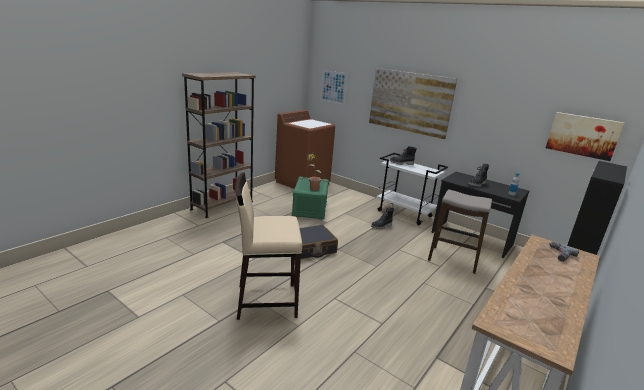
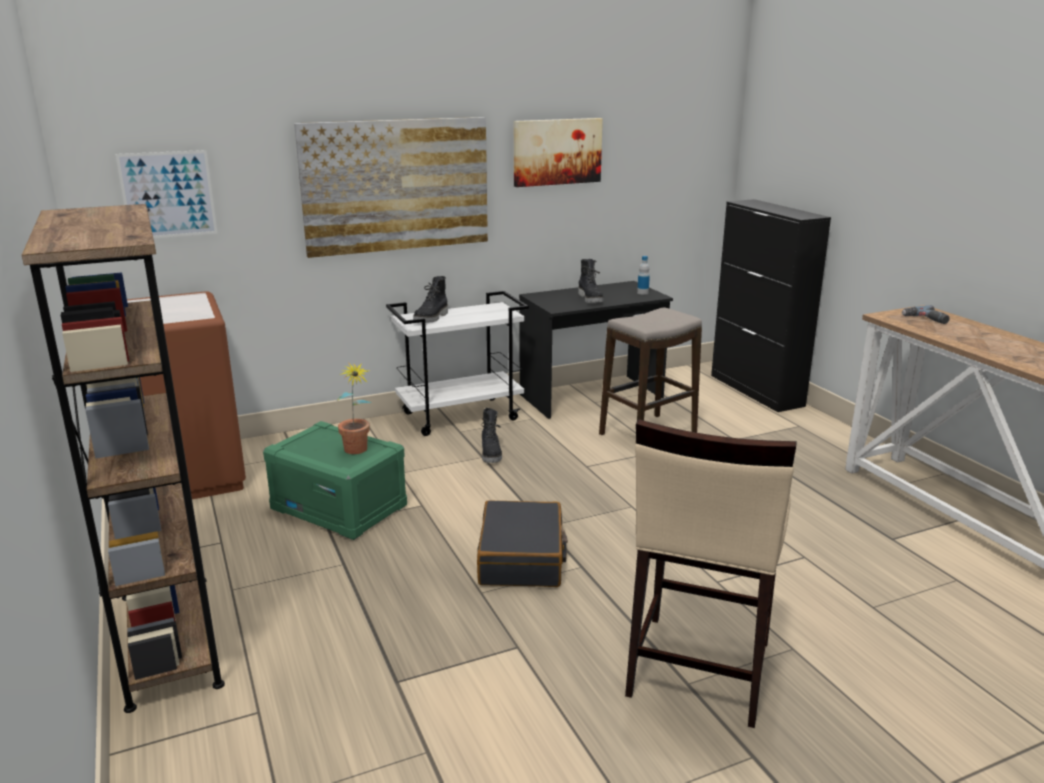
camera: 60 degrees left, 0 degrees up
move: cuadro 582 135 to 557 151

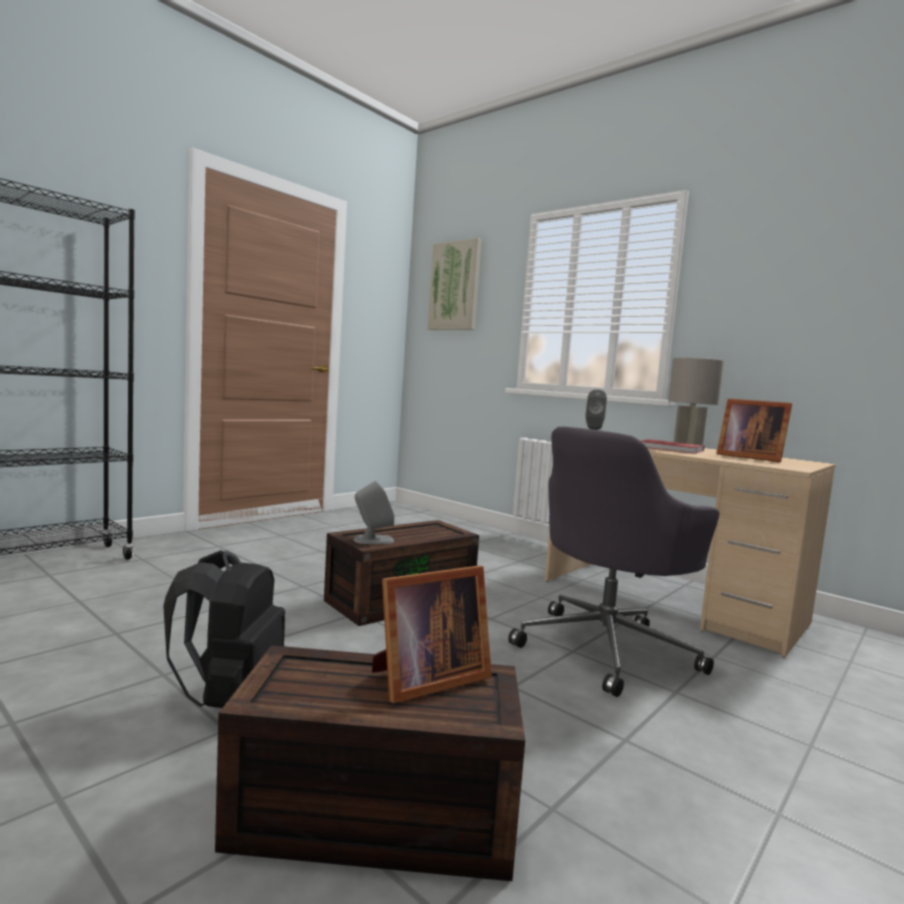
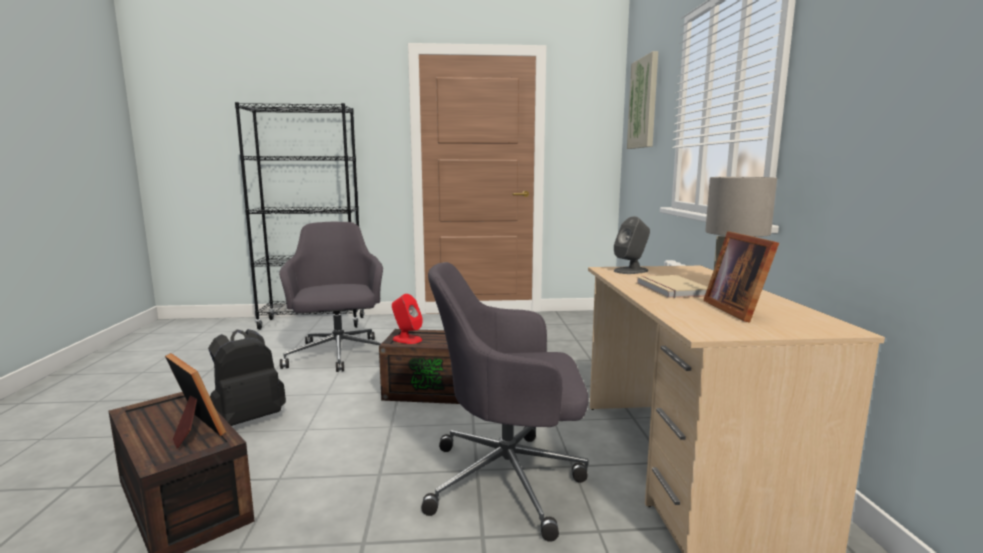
camera: 45 degrees right, 5 degrees up
insert: silla de oficina [gris] 338 355
recolor: altavoz [gris] 373 540 to altavoz [rojo] 406 339; libro [rojo] 670 449 to libro [beis] 670 289
rotate: portarretratos 425 679 = 193 430 150 degrees counterclockwise

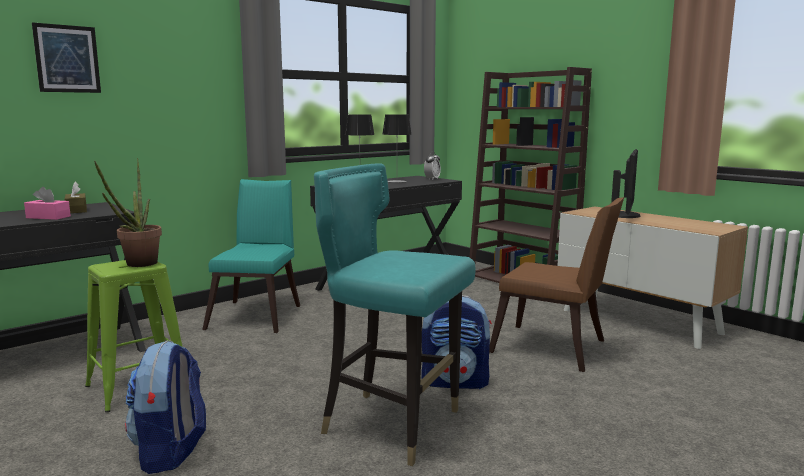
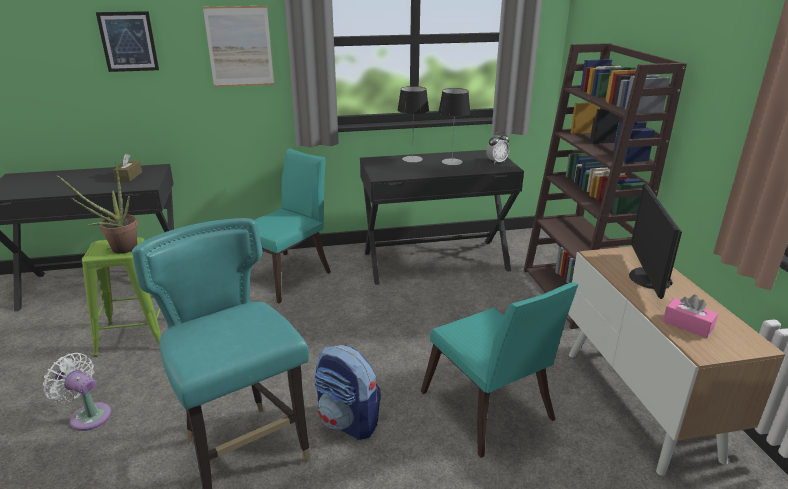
camera: 30 degrees right, 15 degrees up
insert: cuadro 239 47
move: caja de pañuelos [rosa] 48 217 to 687 325
replace: mochila 171 452 to ventilador [blanco] 88 415
recolor: silla [marrón] 555 349 to silla [turquesa] 489 412
rotate: monitor 625 215 = 648 278 135 degrees clockwise

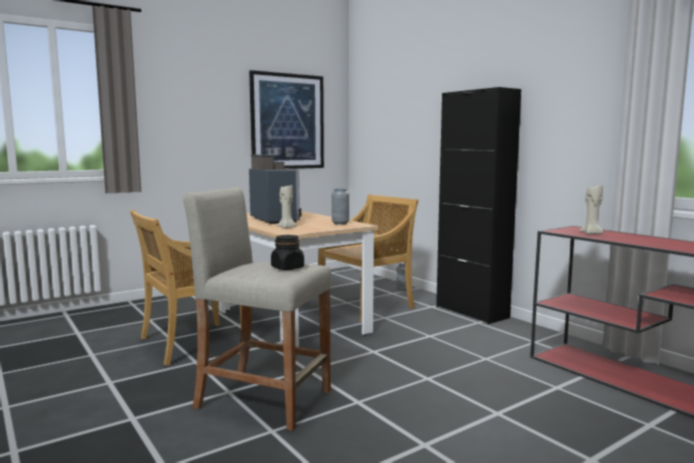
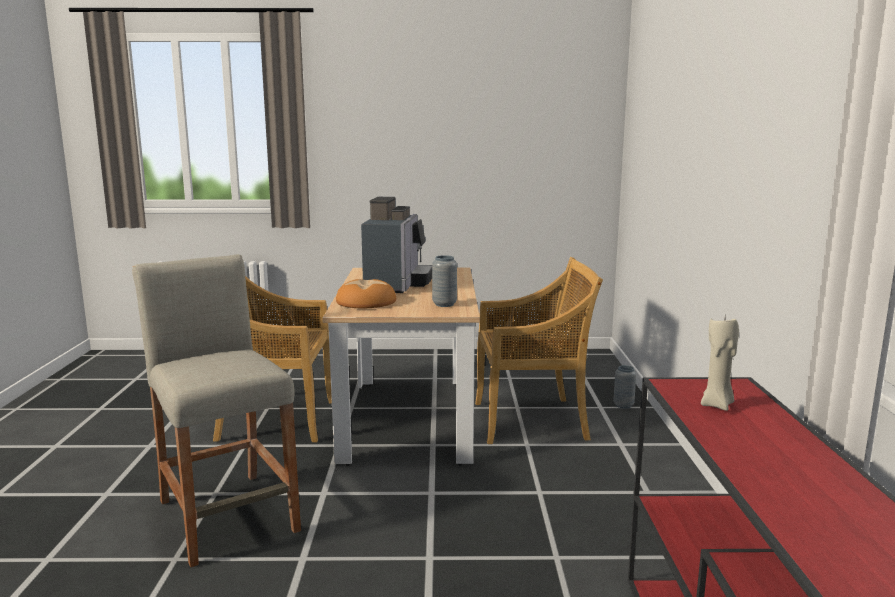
camera: 35 degrees right, 5 degrees up
delete: cuadro 287 121; tarro [negro] 287 268; armario [negro] 471 312
replace: vela [beis] 287 227 to pan 366 302

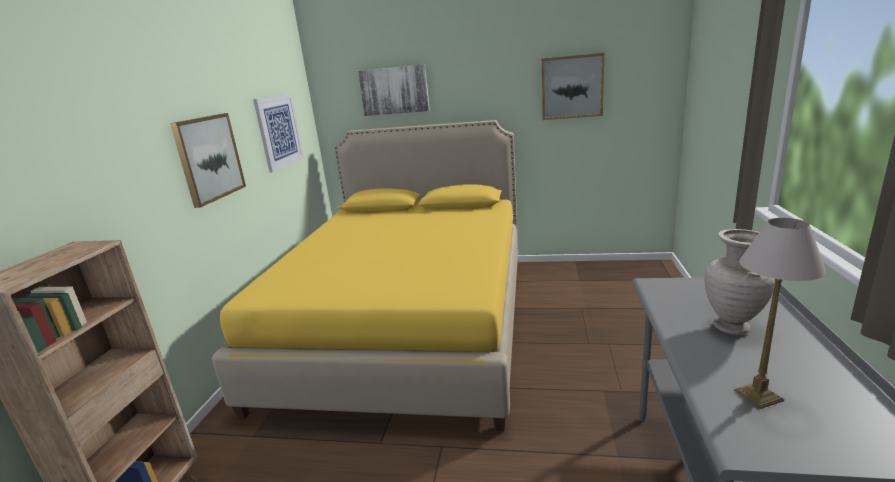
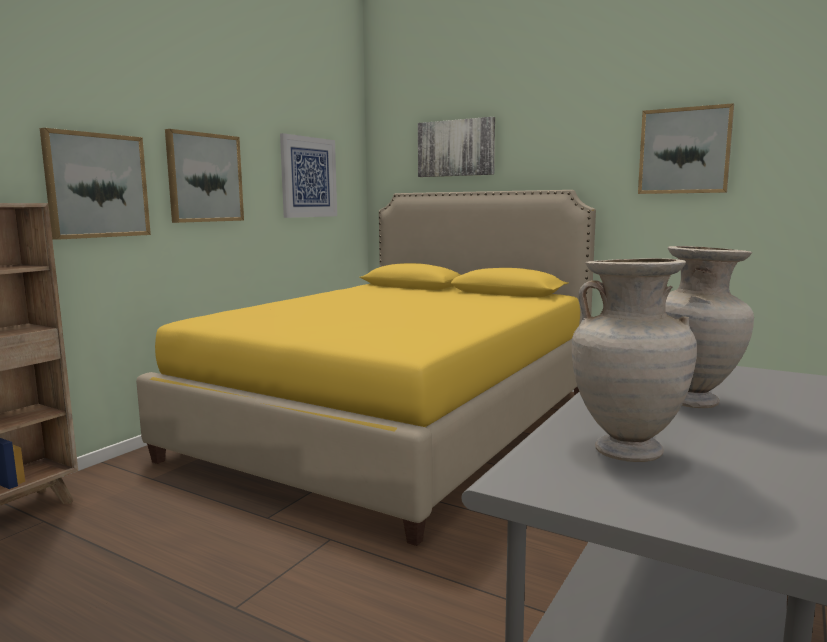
camera: 20 degrees right, 10 degrees down
insert: cuadro 97 185
replace: lámpara de mesa 758 395 to florero [beis] 627 451

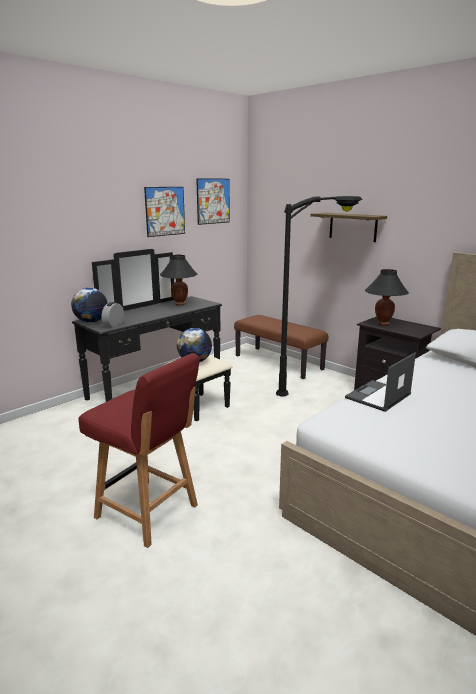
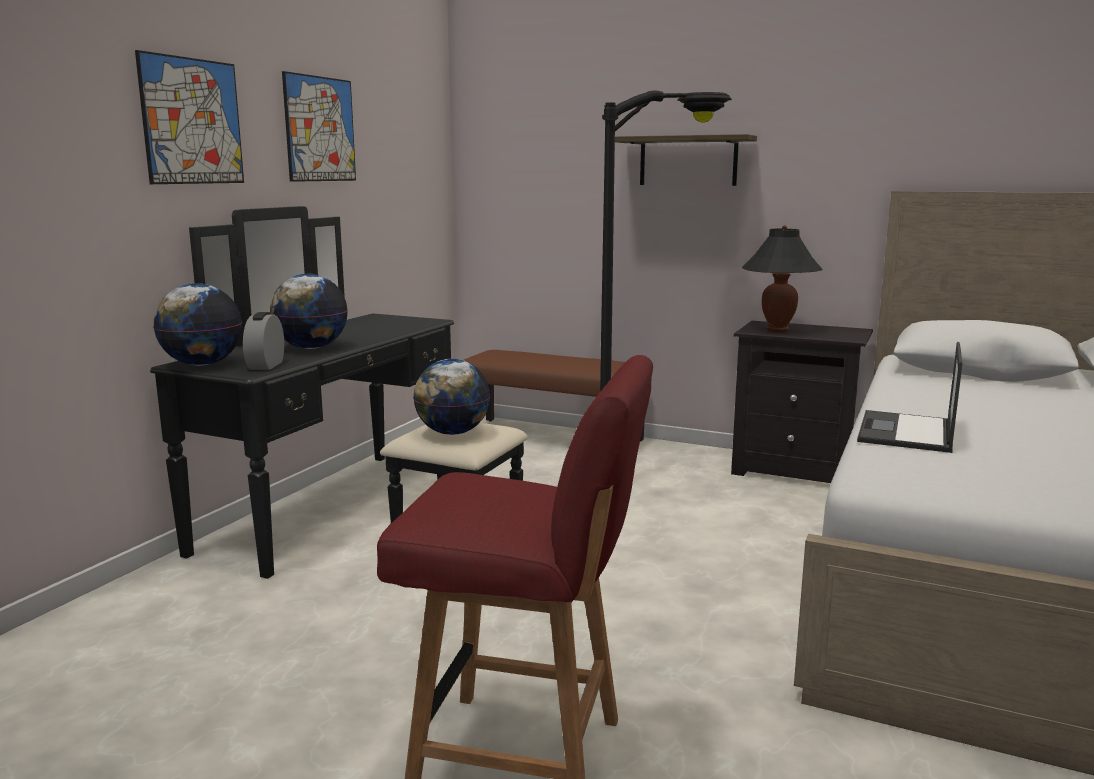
camera: 20 degrees left, 5 degrees down
delete: lámpara de mesa [negro] 180 304
insert: globo terráqueo 311 348
move: cuadro 213 201 to 192 121

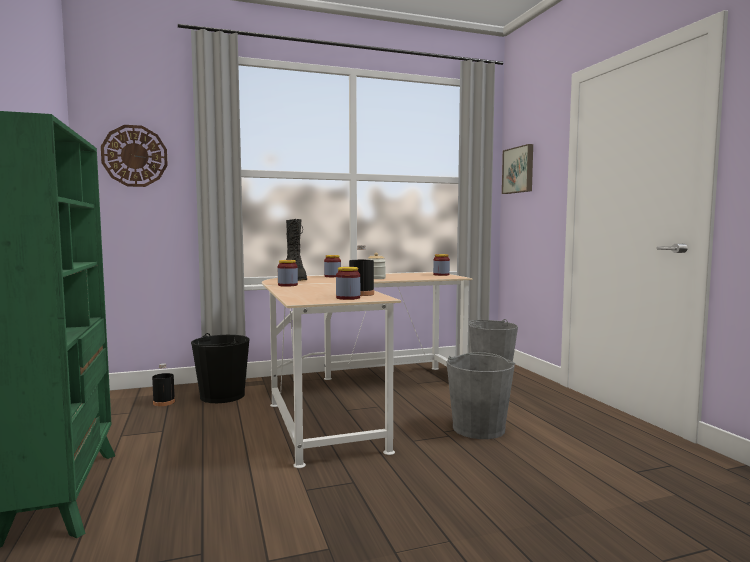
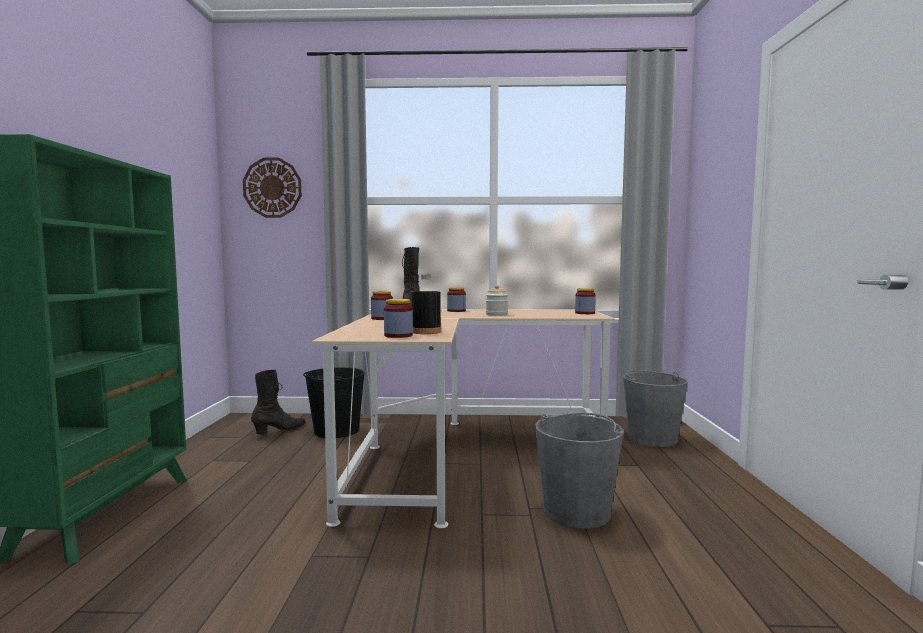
camera: 20 degrees right, 0 degrees up
delete: cuadro 519 170
replace: botella [negro] 164 402 to bota [negro] 280 431

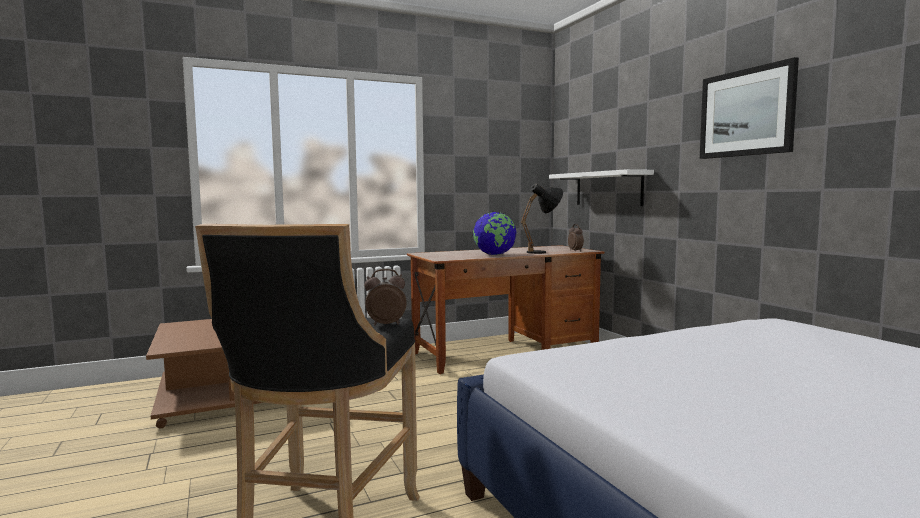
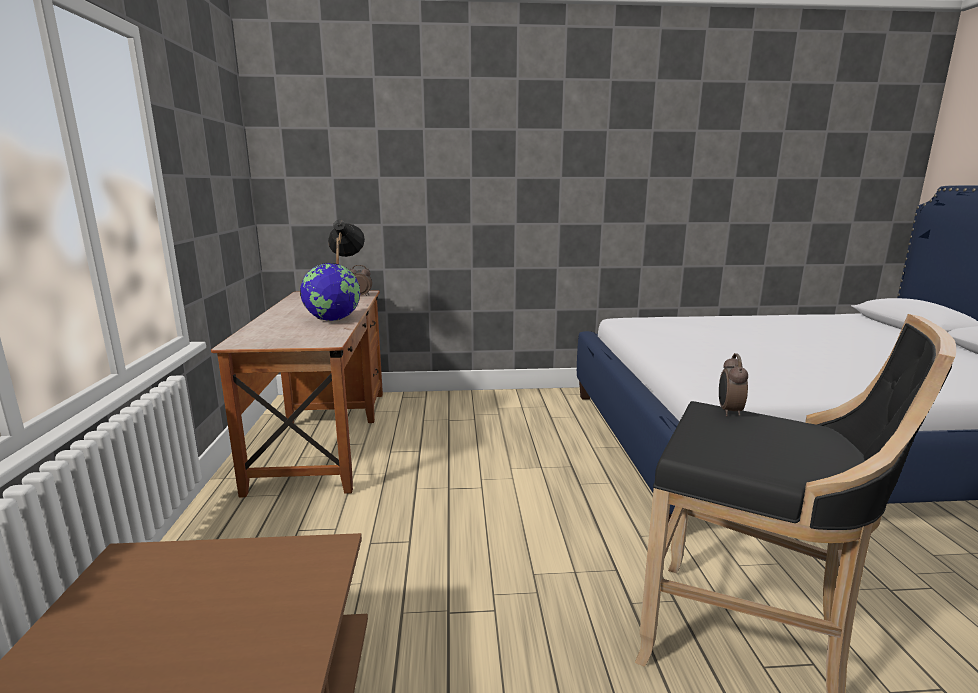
camera: 70 degrees left, 10 degrees up
delete: estante [blanco] 608 189; cuadro 746 113

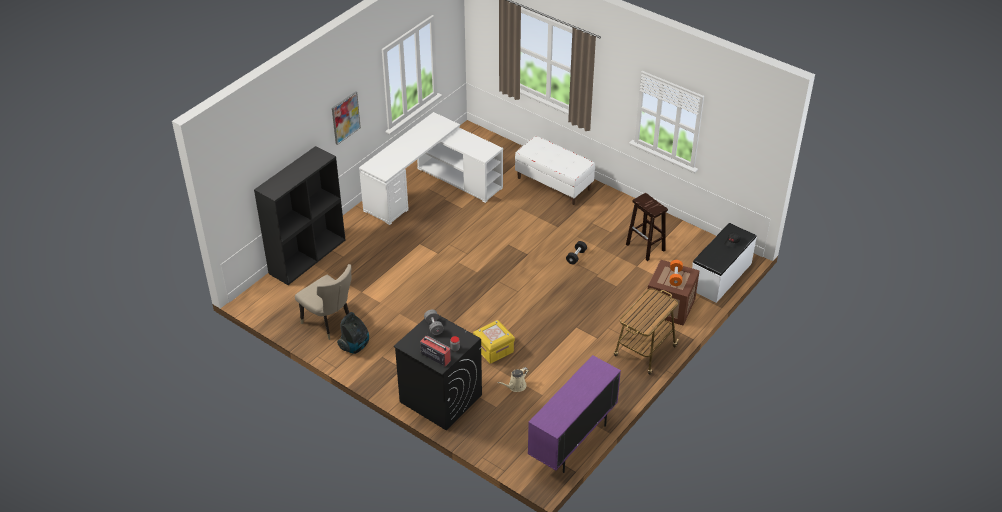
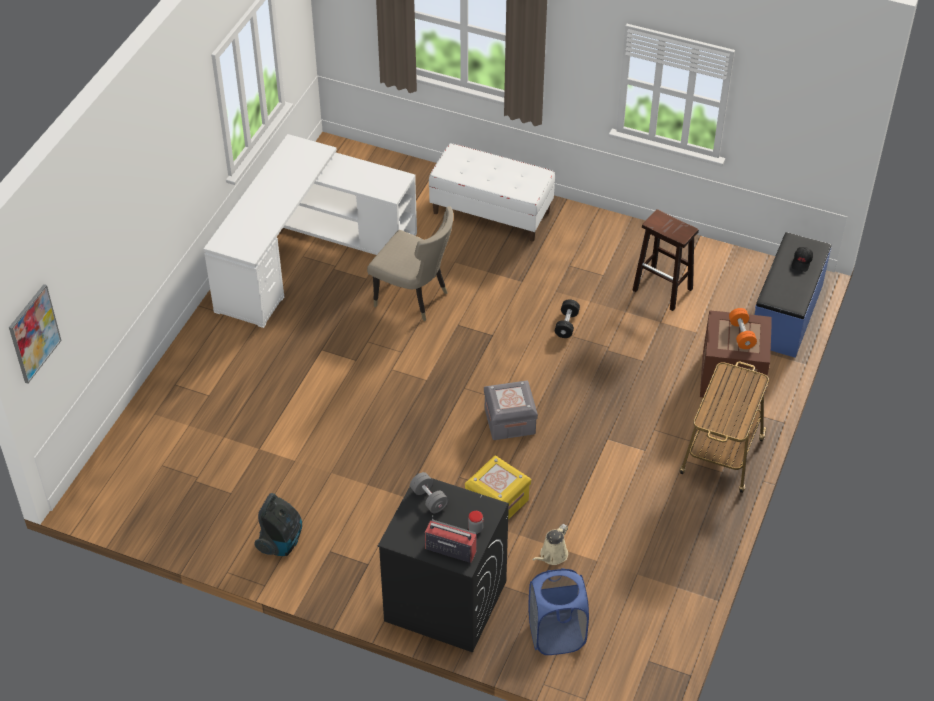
camera: 15 degrees left, 5 degrees up
delete: estantería [negro] 307 256; armario [morado] 572 442
insert: caja de almacenaje [gris] 509 421; cesto de la ropa [azul] 556 634
move: silla [beis] 330 323 to 414 298; cuadro 345 117 to 34 333
recolor: banco [blanco] 721 276 to banco [azul] 787 314

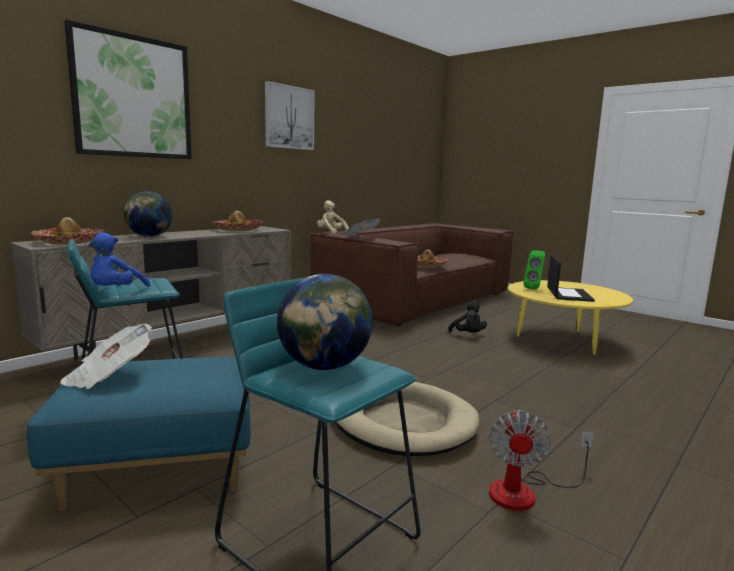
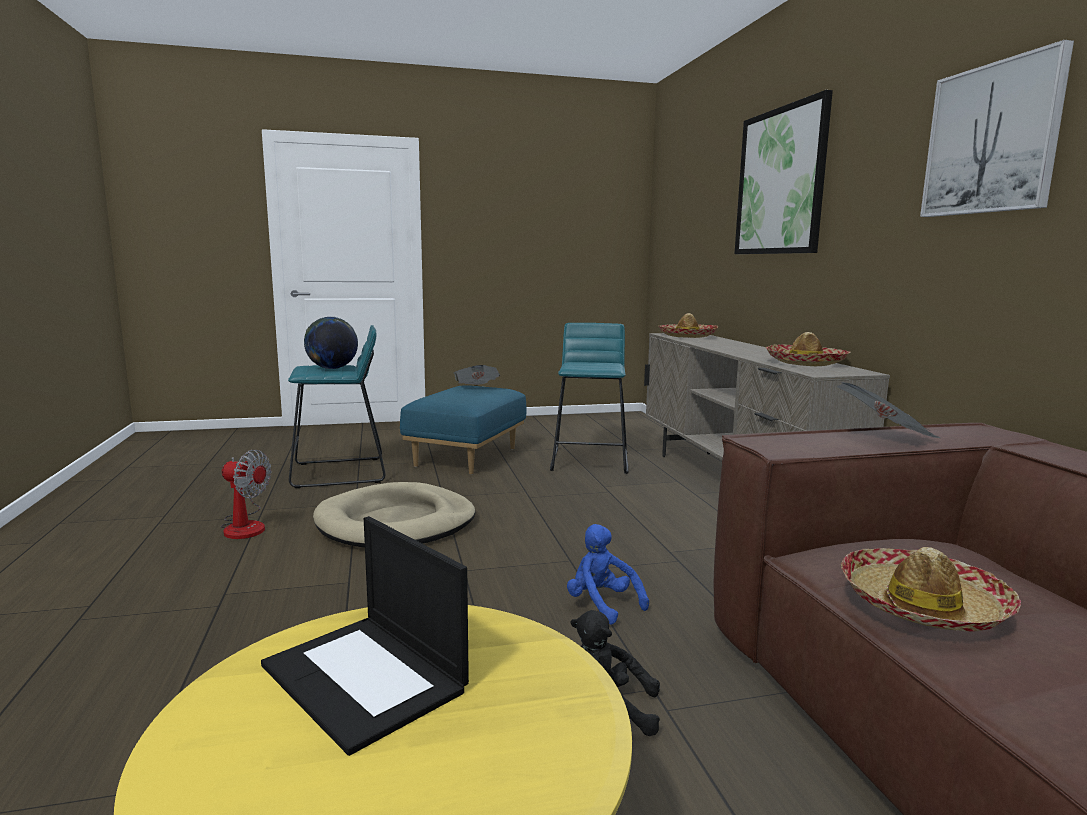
camera: 125 degrees right, 0 degrees up
delete: globo terráqueo 149 237; peluche [beis] 331 233; altavoz [verde] 534 289
move: peluche [azul] 116 292 to 602 604
rotate: ventilador 525 492 = 245 526 150 degrees clockwise

